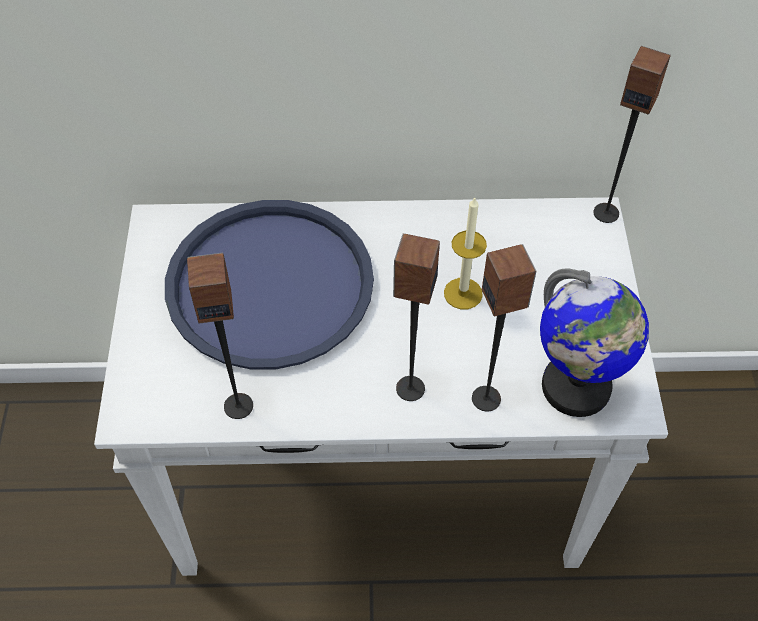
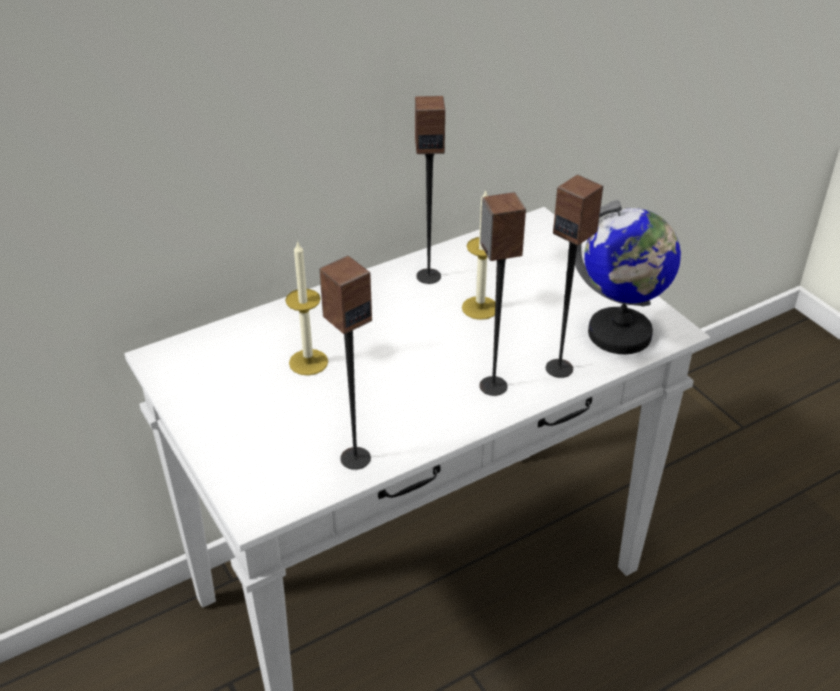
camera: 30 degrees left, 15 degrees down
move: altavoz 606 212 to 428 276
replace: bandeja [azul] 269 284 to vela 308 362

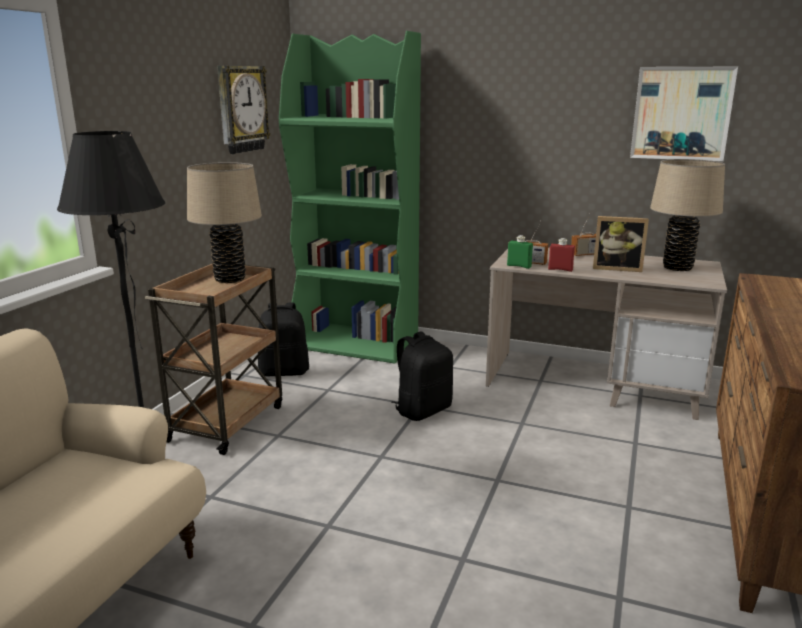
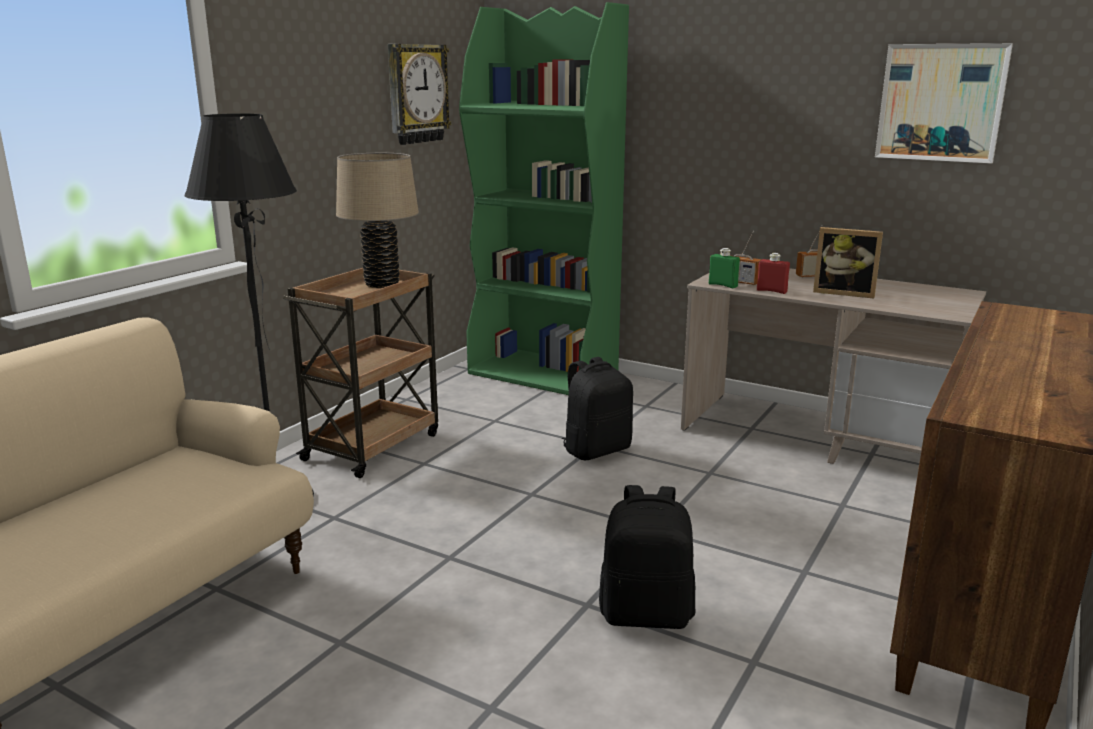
camera: 10 degrees right, 0 degrees up
delete: lámpara de mesa [beis] 677 267
move: mochila [negro] 284 371 to 646 614

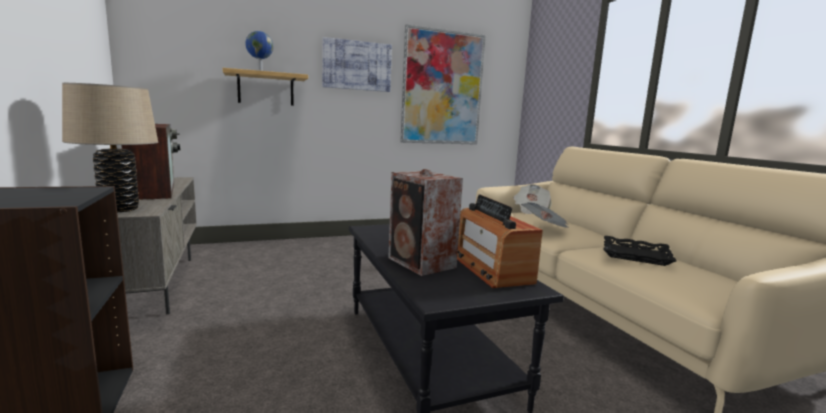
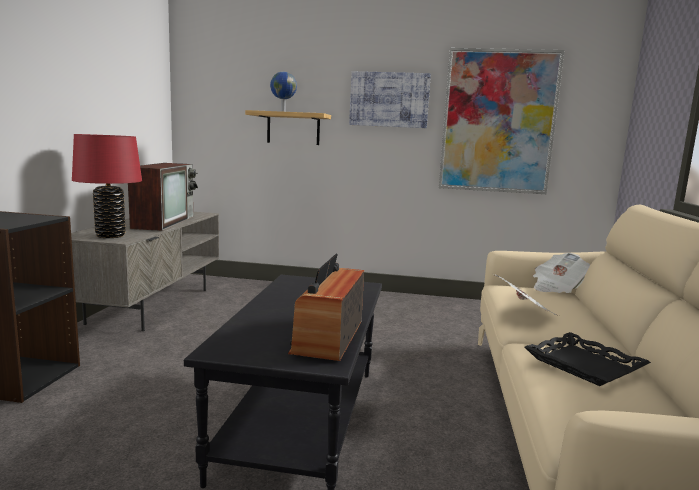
camera: 30 degrees right, 0 degrees up
delete: altavoz 422 263
recolor: lámpara de mesa [beis] 119 209 to lámpara de mesa [rojo] 110 236

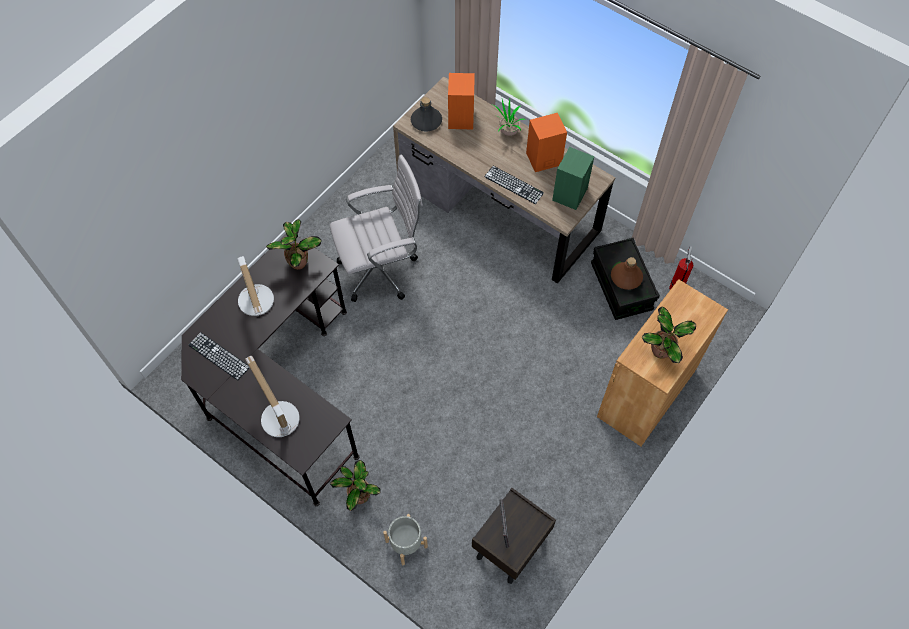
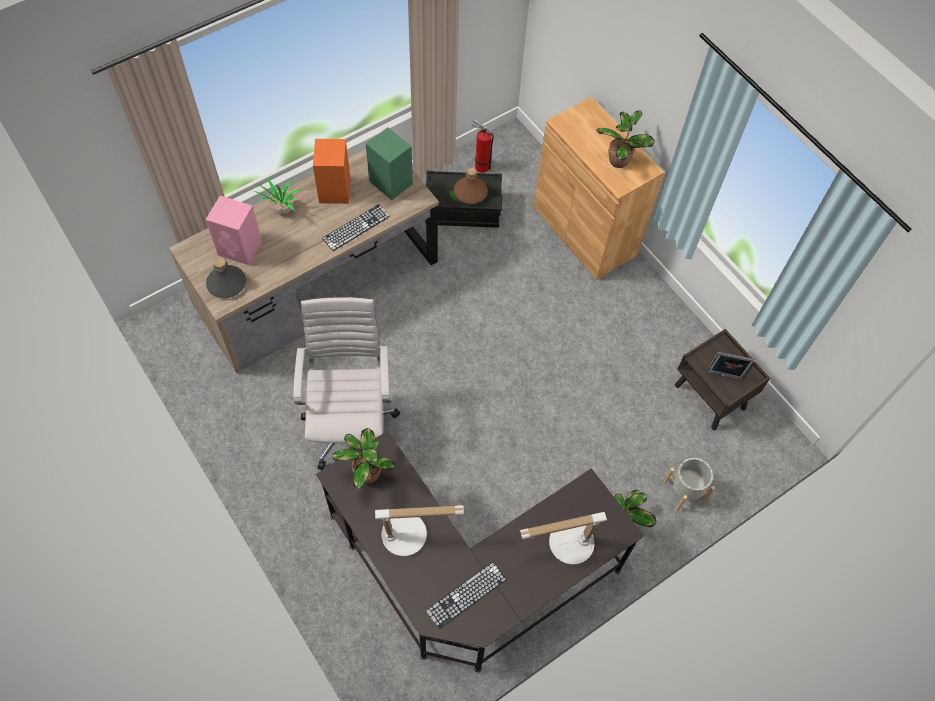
camera: 75 degrees left, 0 degrees up
recolor: altavoz [naranja] 461 119 to altavoz [rosa] 241 248

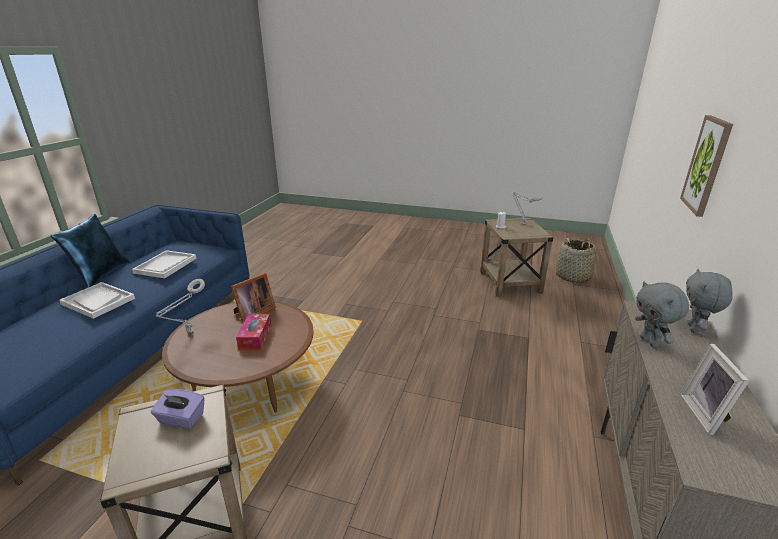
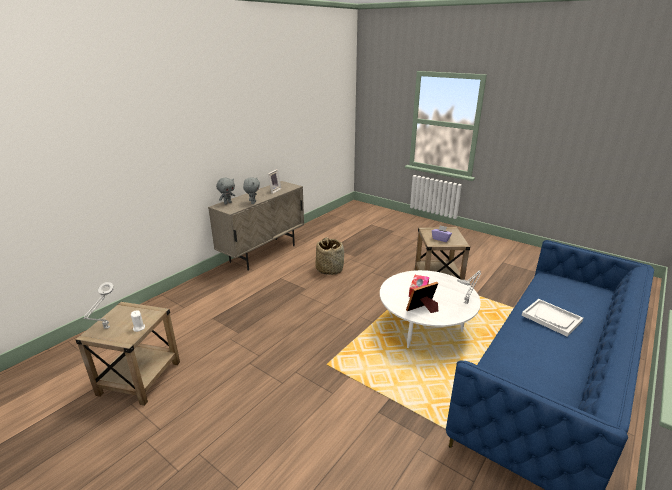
camera: 160 degrees left, 0 degrees up
delete: cojín [azul] 100 274; bandeja [blanco] 166 265; cuadro 706 165
move: cesta 573 277 to 329 269
recolor: mesa de centro [marrón] 249 385 to mesa de centro [blanco] 425 329

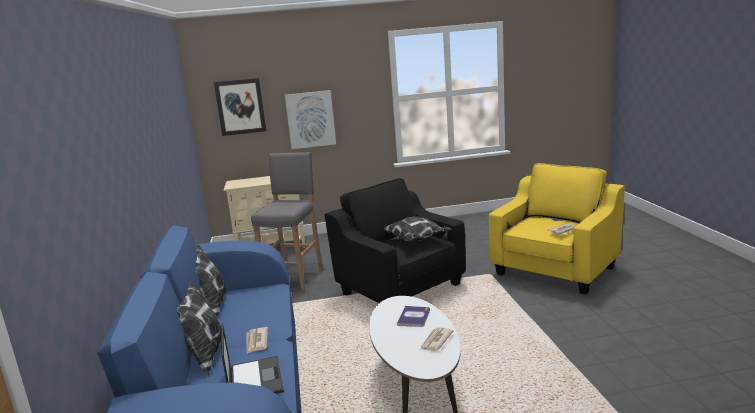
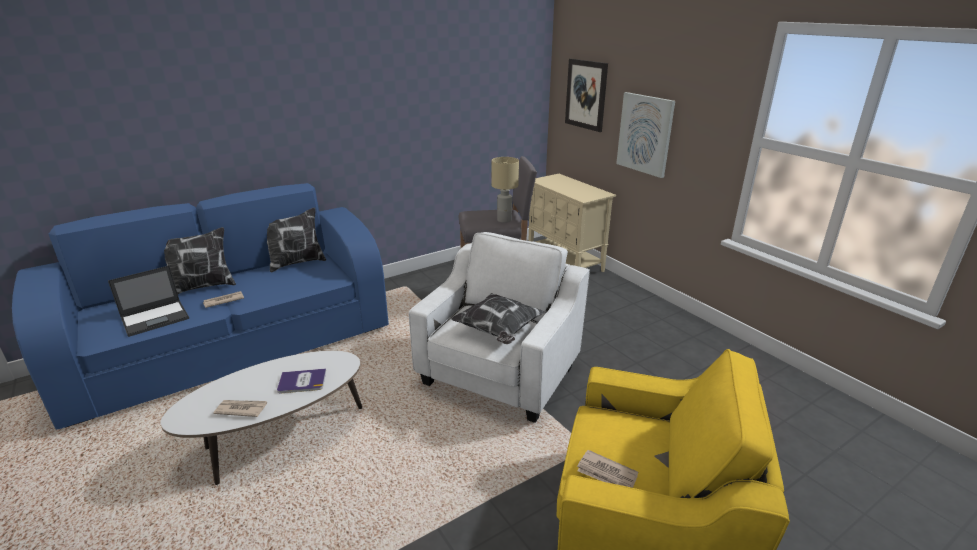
camera: 65 degrees right, 10 degrees up
insert: lámpara de mesa [beis] 504 220
recolor: sillón [negro] 401 289 to sillón [blanco] 500 375

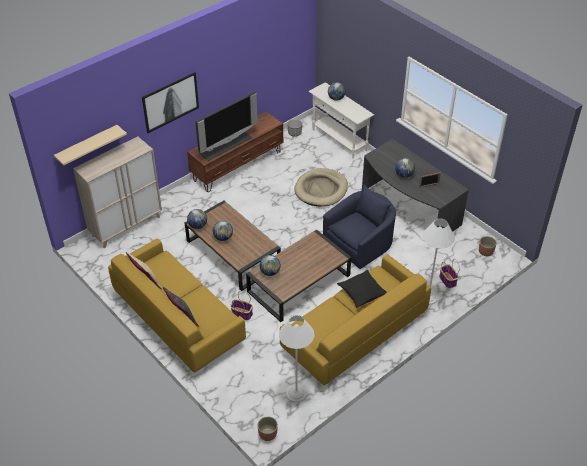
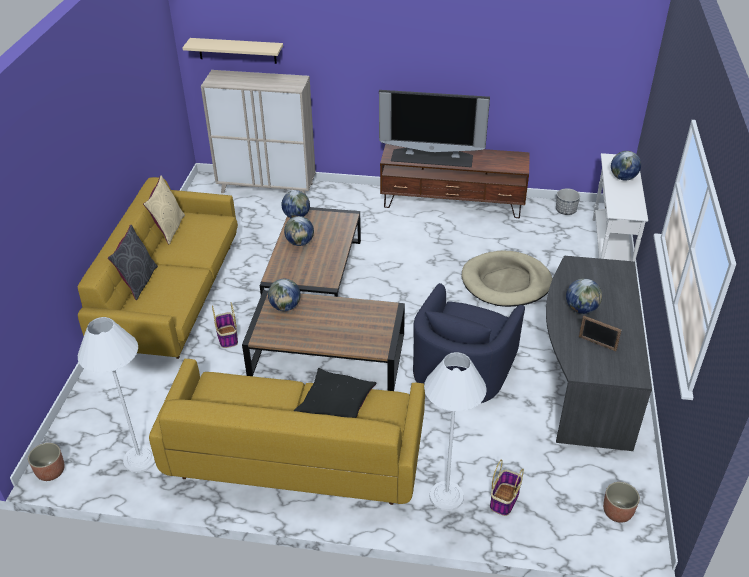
camera: 50 degrees right, 5 degrees down
delete: cuadro 170 102
rotate: sillón [azul] 360 243 = 461 368 105 degrees clockwise

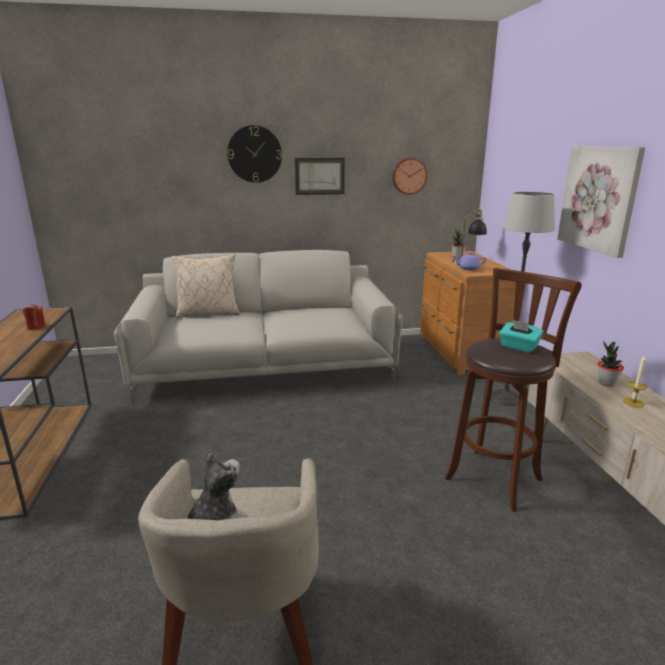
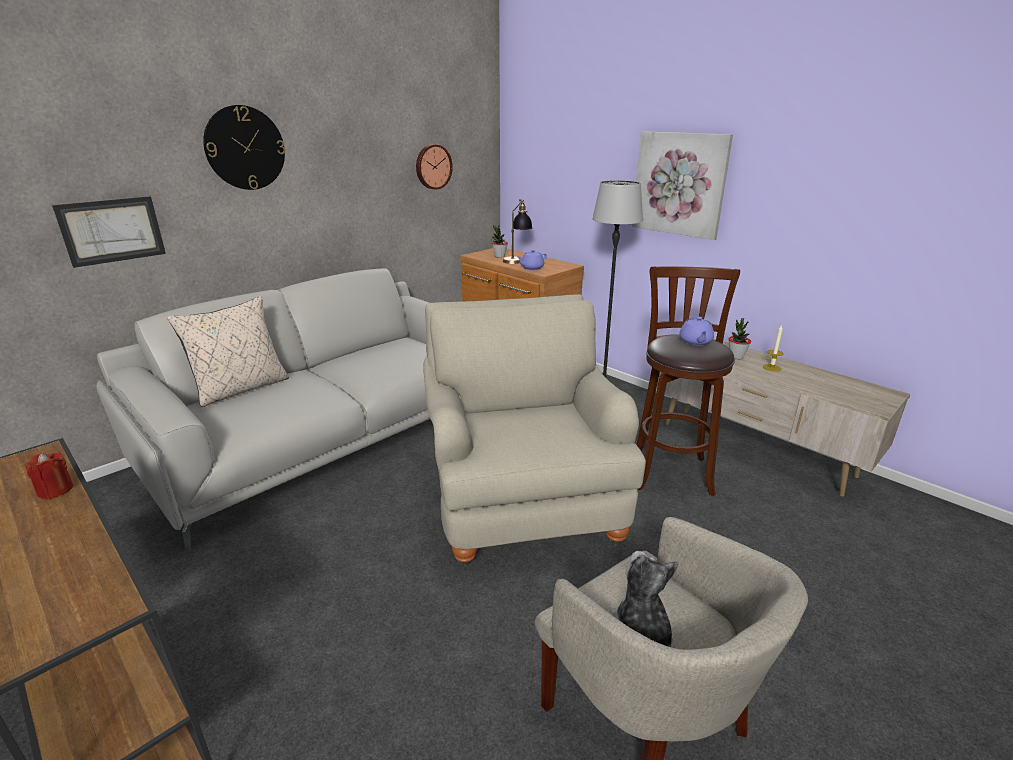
camera: 35 degrees left, 5 degrees up
insert: sillón [beis] 522 500
move: cuadro 319 176 to 112 230
replace: caja de pañuelos [turquesa] 518 347 to tetera [morado] 695 342

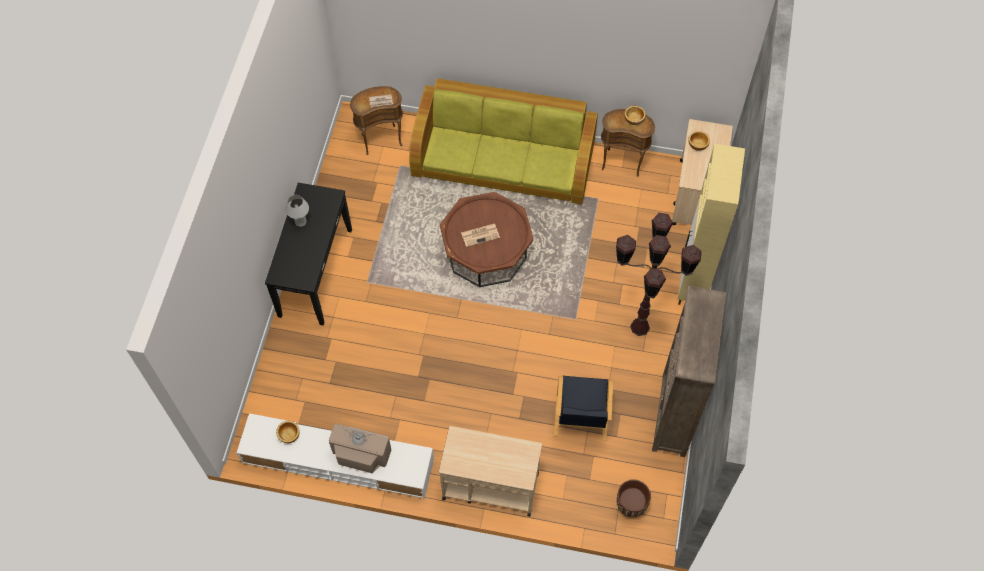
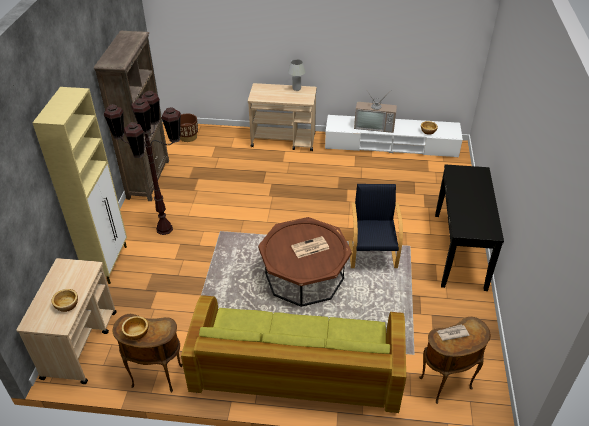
camera: 175 degrees right, 20 degrees down
move: lámpara de mesa [blanco] 301 222 to 296 88; sillón [negro] 580 419 to 372 254

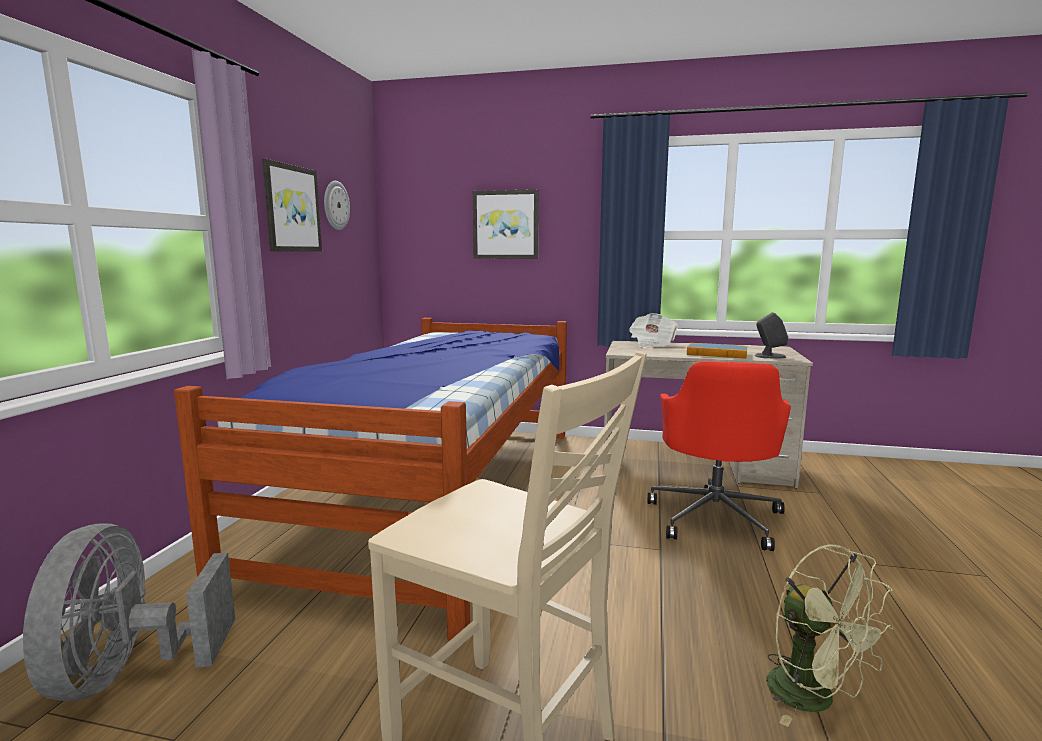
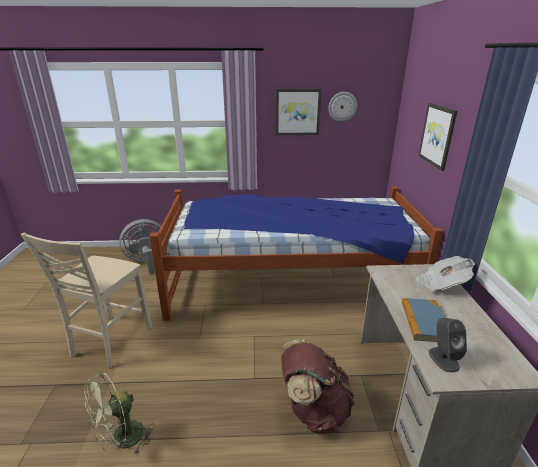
camera: 75 degrees right, 15 degrees up
replace: silla de oficina [rojo] 715 517 to mochila [marrón] 313 409

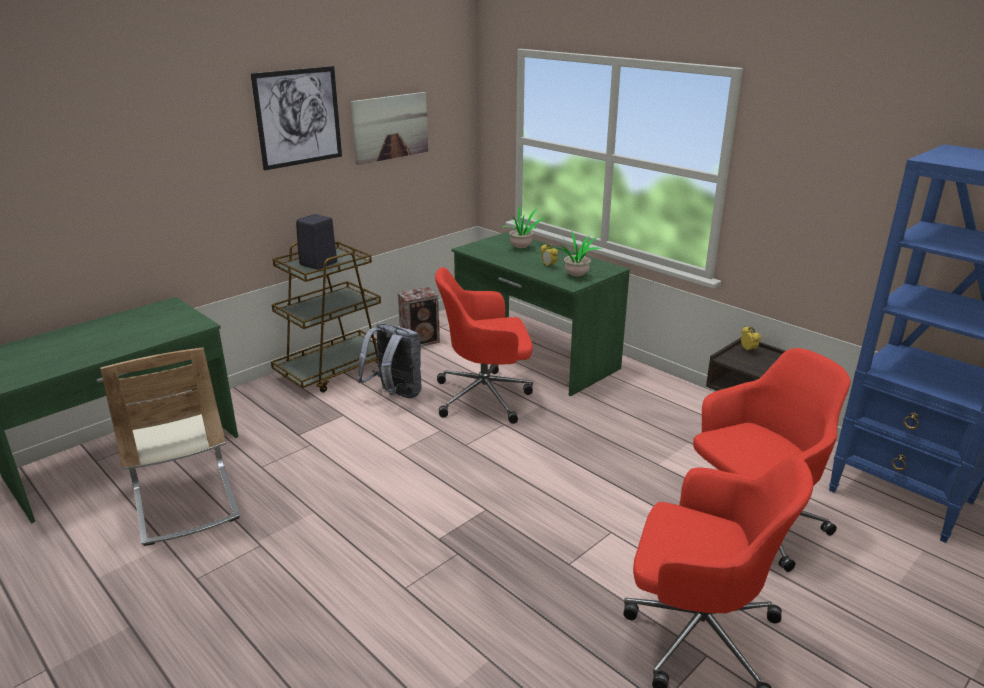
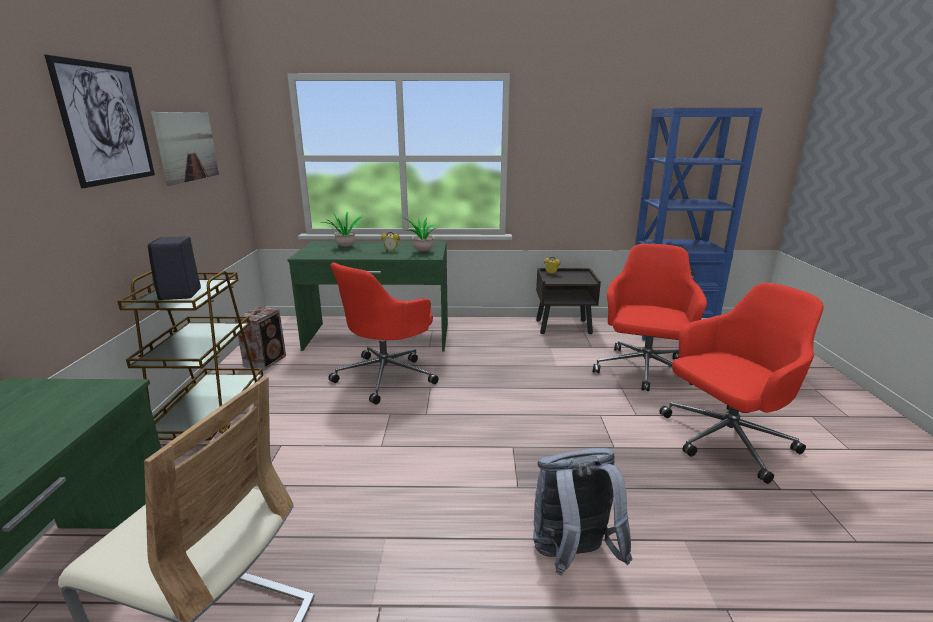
camera: 45 degrees left, 5 degrees down
move: mochila [gris] 395 395 to 572 556

